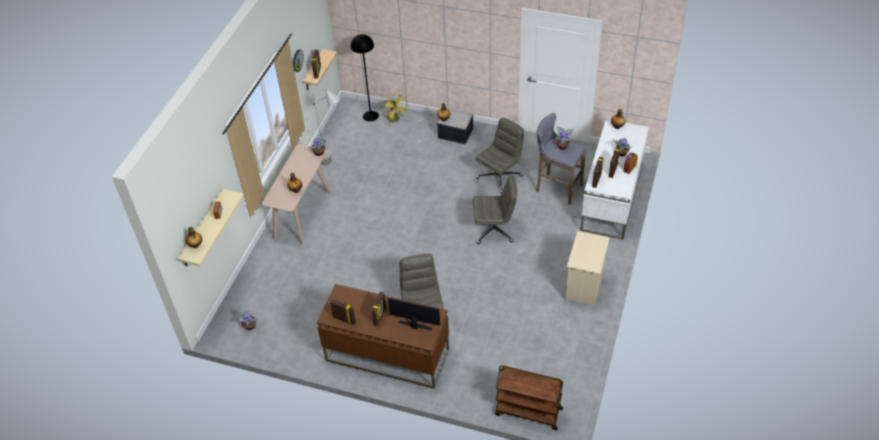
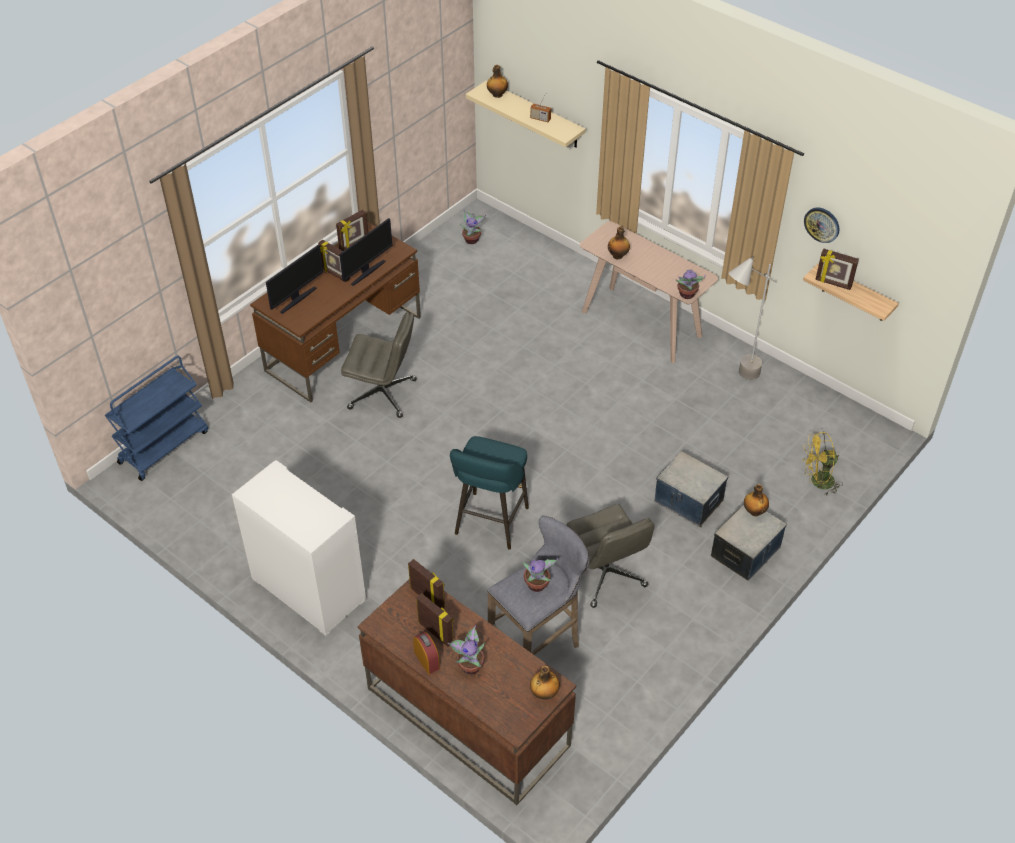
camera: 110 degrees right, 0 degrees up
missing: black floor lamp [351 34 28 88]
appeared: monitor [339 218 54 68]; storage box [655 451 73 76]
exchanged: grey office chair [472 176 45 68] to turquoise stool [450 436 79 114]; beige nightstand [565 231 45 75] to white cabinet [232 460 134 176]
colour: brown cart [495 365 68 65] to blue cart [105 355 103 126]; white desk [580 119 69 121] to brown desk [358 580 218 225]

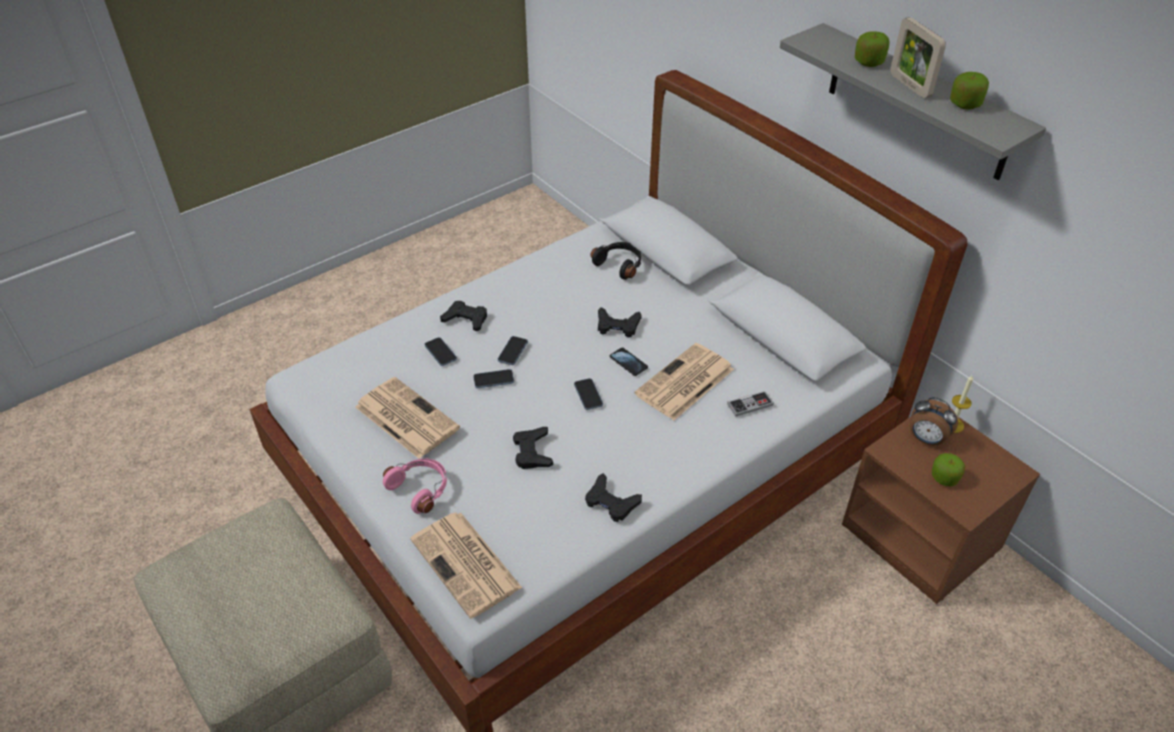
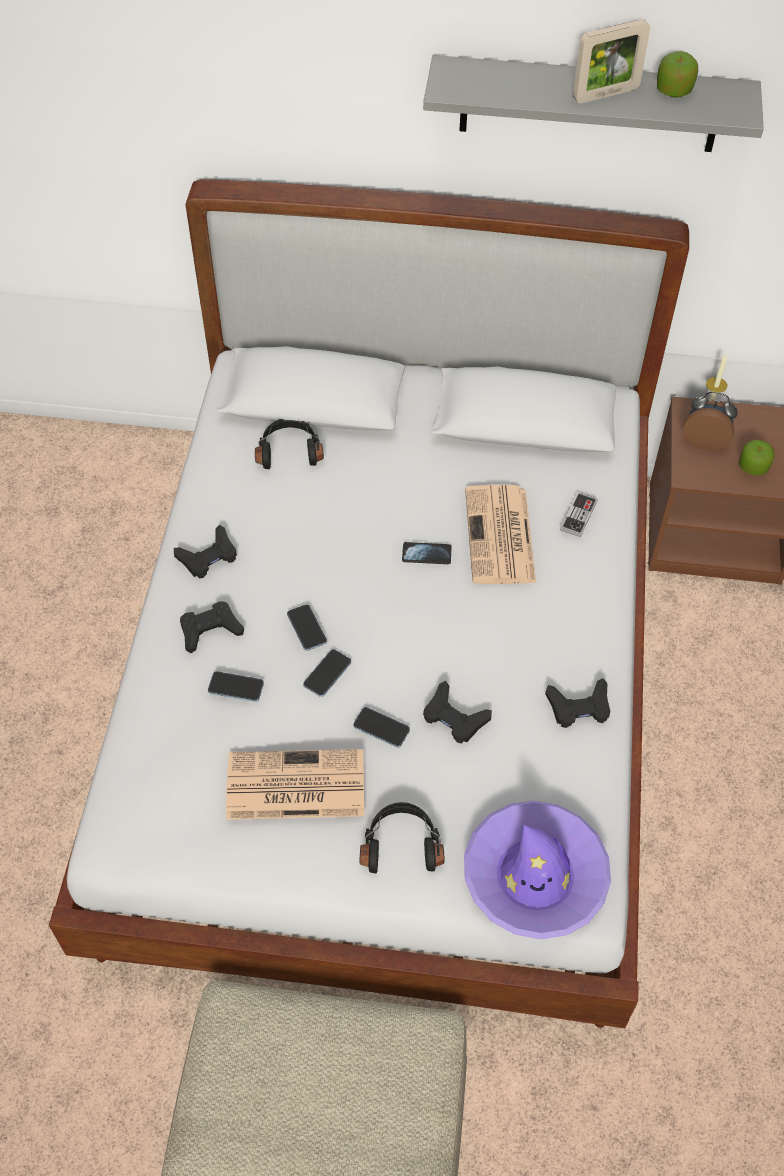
camera: 45 degrees left, 10 degrees up
missing: apple [855 31 34 36]
relocated: phone [574 378 29 32] to [353 707 57 41]; black game controller [598 307 44 31] to [174 525 63 53]
exchanged: newspaper [410 512 112 107] to purple hat [464 801 147 138]
colour: pink headphones [383 459 64 55] to black headphones [360 802 85 72]
spun: picture frame [890 17 56 81] = [573 19 77 84] 45 degrees counterclockwise; alarm clock [910 397 48 49] = [683 392 55 58] 150 degrees counterclockwise

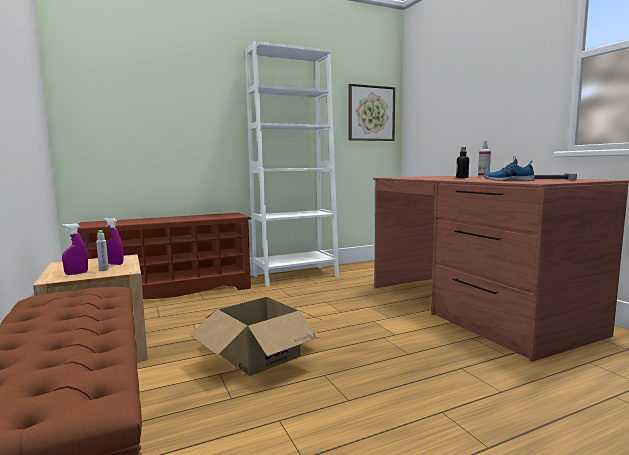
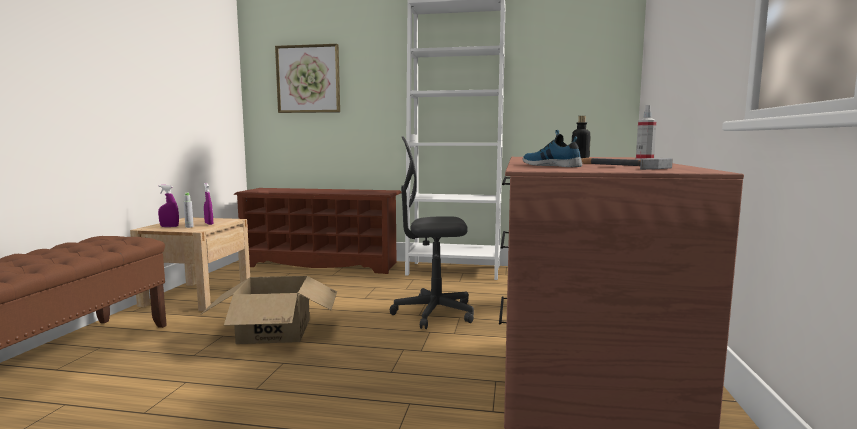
camera: 35 degrees right, 0 degrees up
appeared: grey office chair [390 136 84 193]
relocated: picture [348 84 47 57] to [275 44 65 69]

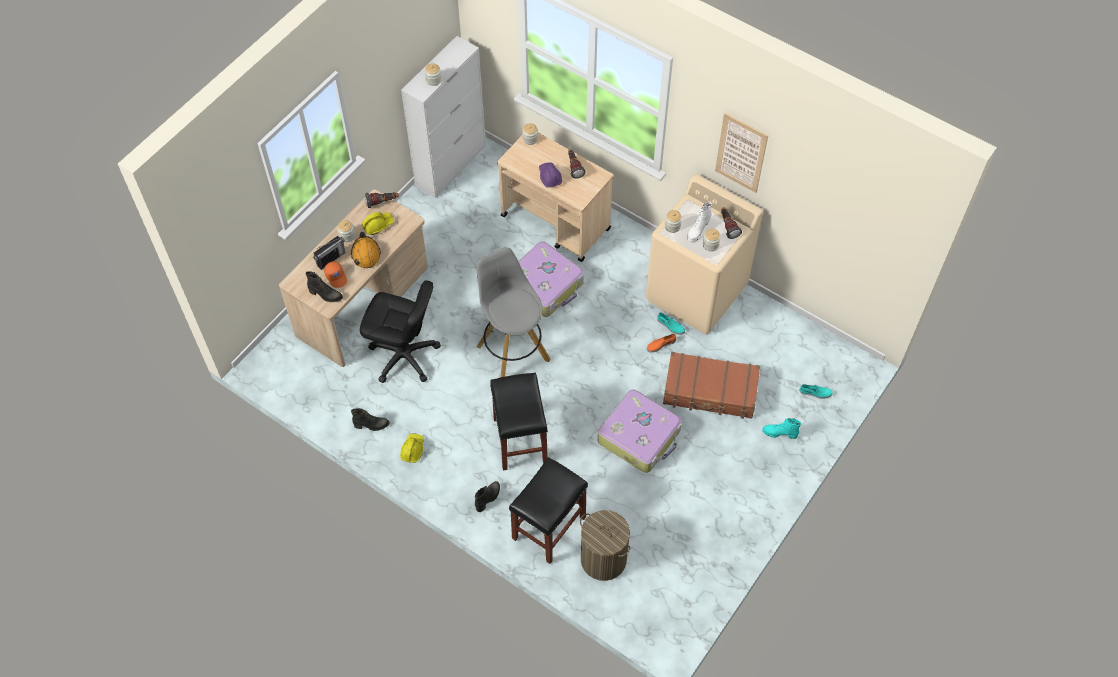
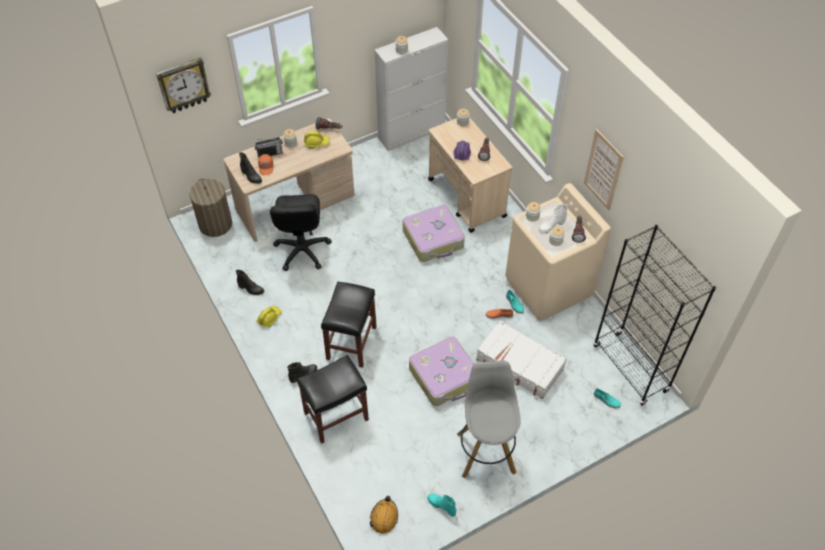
camera: 25 degrees right, 5 degrees down
appeared: wall clock [156 57 55 56]; black bookcase [593 225 123 181]
relocated: orange hard hat [351 232 30 36] to [370 496 28 38]; grey stool [477 247 74 131] to [457 360 64 118]; laundry basket [580 510 50 71] to [189 178 43 59]; turquoise boot [762 418 39 21] to [427 494 30 23]
colour: brown suitcase [663 352 97 67] to white suitcase [476 321 91 78]
spun: black office chair [360 281 81 102] = [270 194 62 77] 45 degrees clockwise

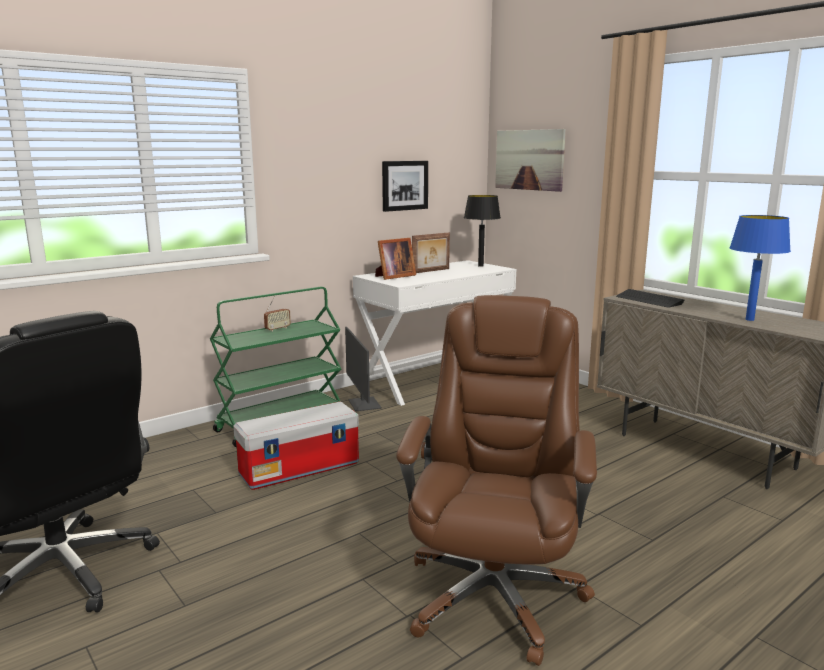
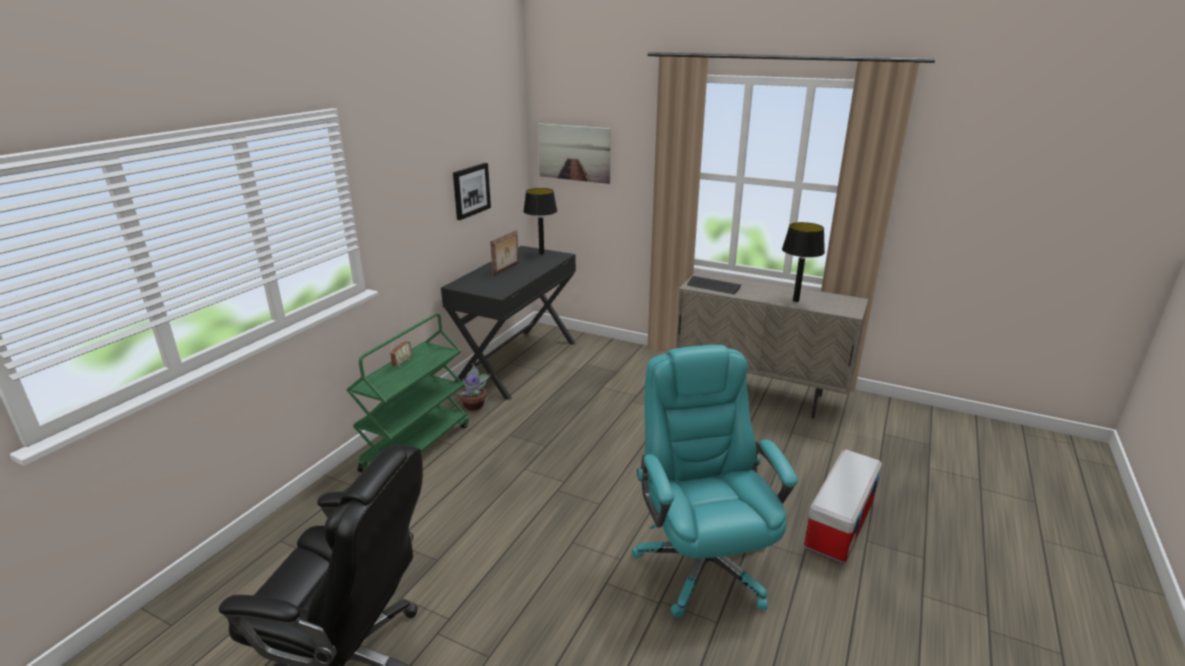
camera: 25 degrees left, 10 degrees up
missing: picture frame [375 238 41 42]
relocated: storage box [233 401 126 89] to [804 449 78 115]
exchanged: monitor [345 327 37 84] to potted plant [457 363 34 48]
colour: white desk [353 260 164 146] to black desk [441 246 135 154]; brown office chair [396 295 201 371] to turquoise office chair [632 345 166 273]; blue table lamp [730 215 61 106] to black table lamp [782 222 43 80]

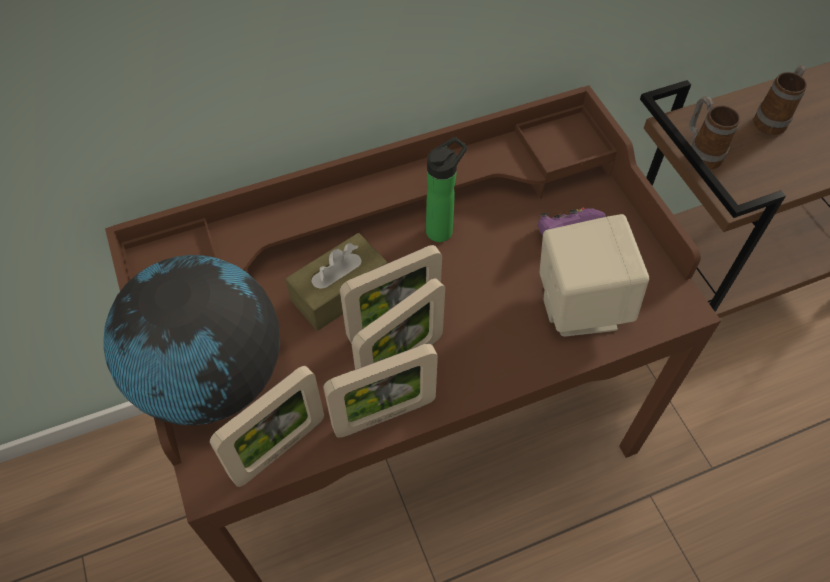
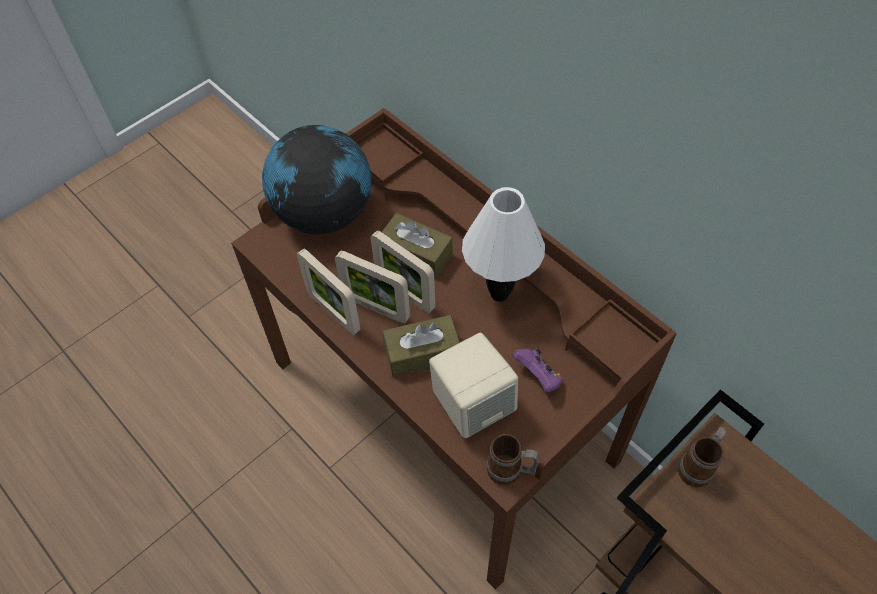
camera: 70 degrees right, 0 degrees up
missing: picture frame [210 366 114 121]
appeared: brown tissue box [382 315 78 62]
relocated: mug [754 65 53 70] to [487 434 53 51]
exchanged: bottle [426 137 41 105] to white table lamp [462 187 83 115]

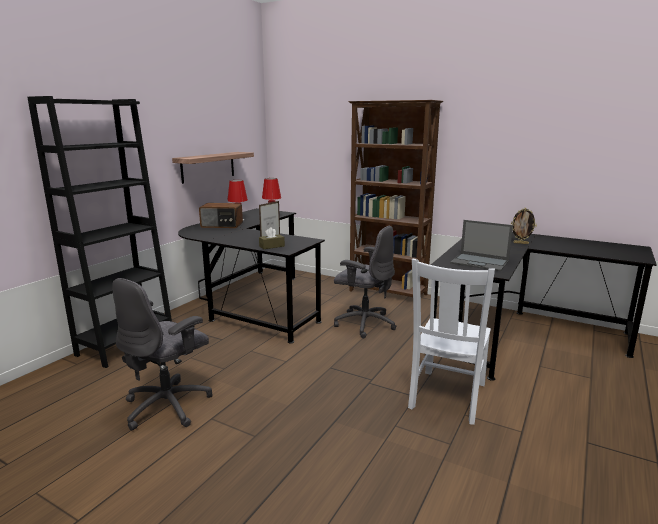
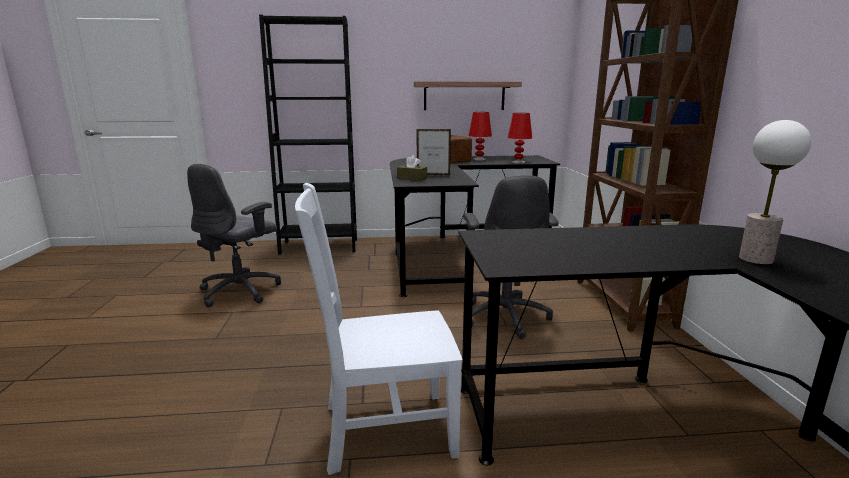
camera: 55 degrees right, 0 degrees up
missing: laptop [450 220 63 51]
exchanged: picture frame [511 208 26 36] to table lamp [739 120 72 145]
spun: grey office chair [112 278 101 153] = [187 164 94 143] 60 degrees counterclockwise

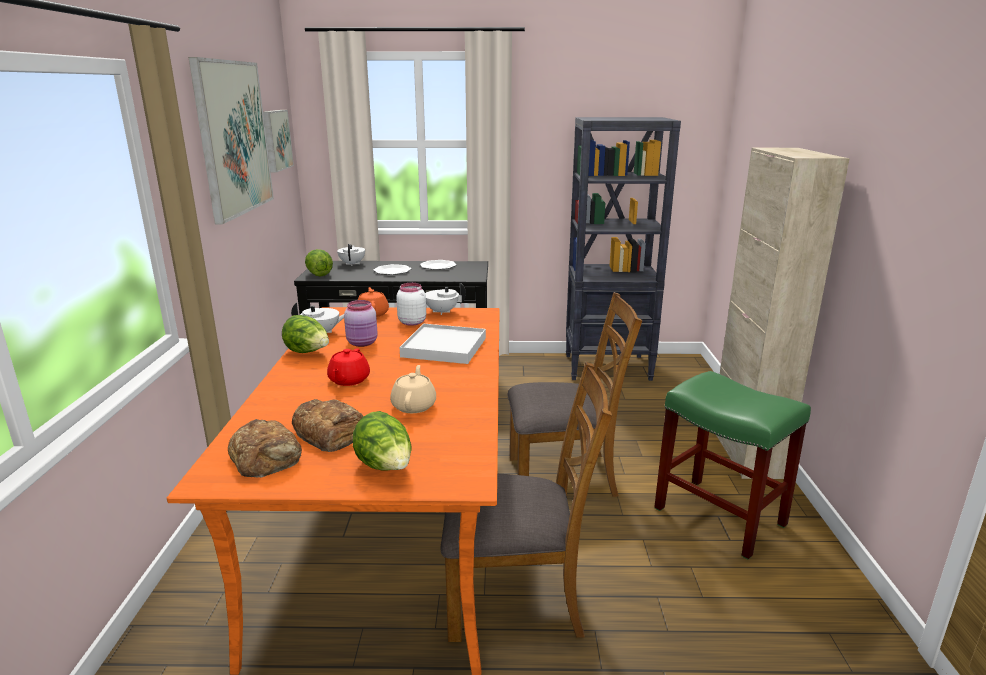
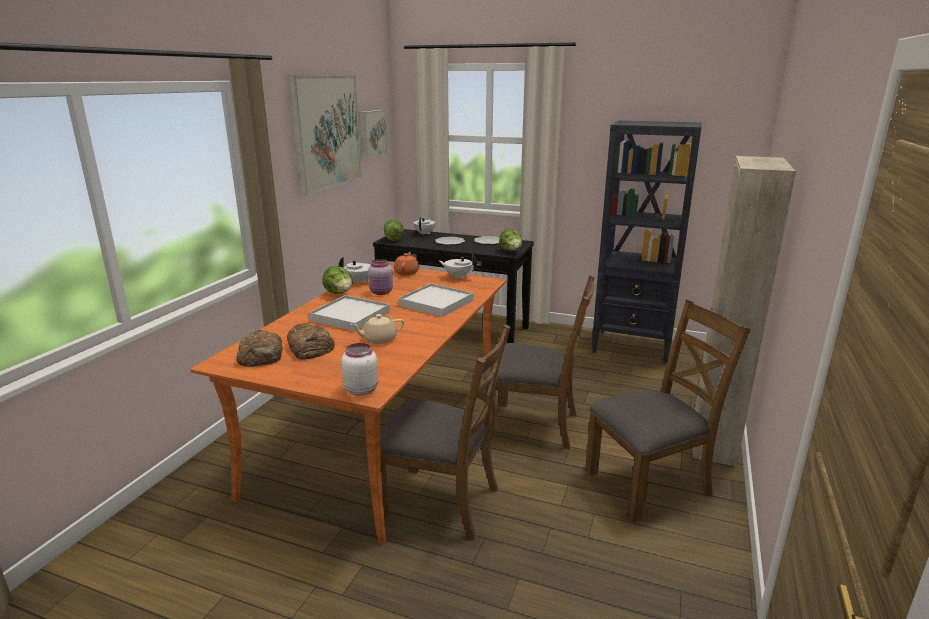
camera: 20 degrees right, 0 degrees up
relocated: lettuce [353 411 59 60] to [499 229 23 22]; white jar [396 283 30 43] to [341 343 37 52]
exchanged: red teapot [327 348 43 38] to white tray [309 295 81 37]; green stool [654 371 157 189] to brown chair [585 299 166 223]
spun: beige teapot [390 365 46 48] = [350 314 54 30] 135 degrees counterclockwise

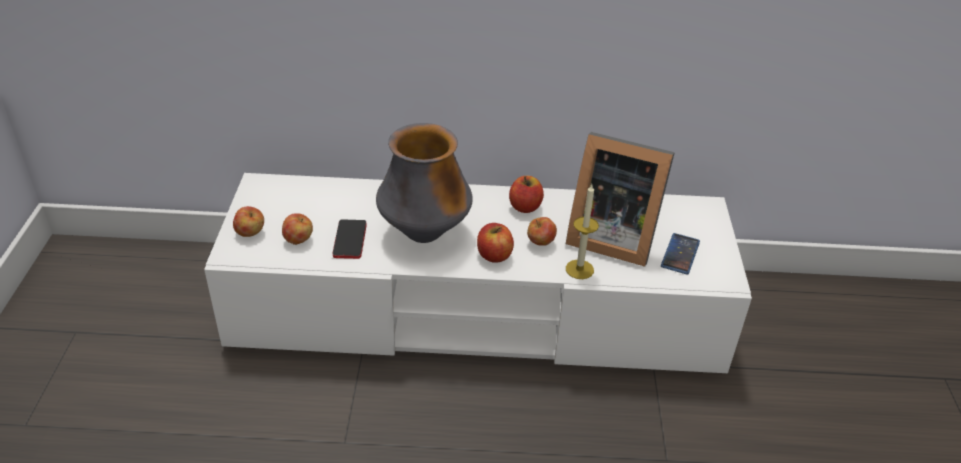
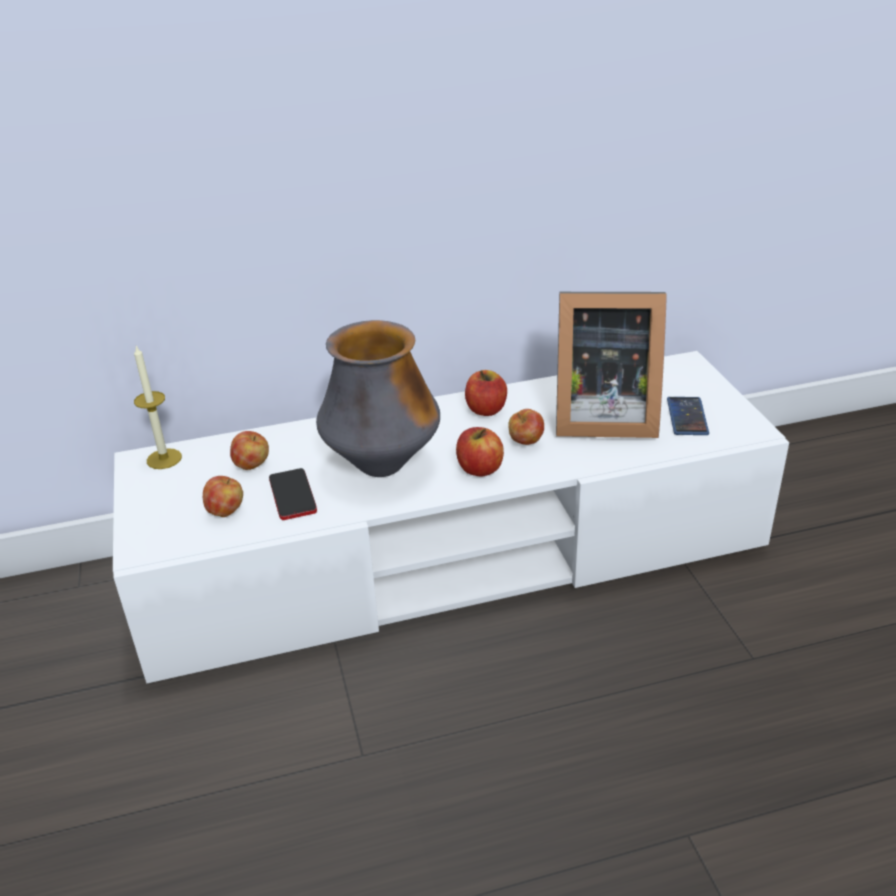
camera: 15 degrees left, 5 degrees down
relocated: apple [233 206 31 31] to [230 431 39 39]; candle [566 184 33 95] to [134 346 48 123]

